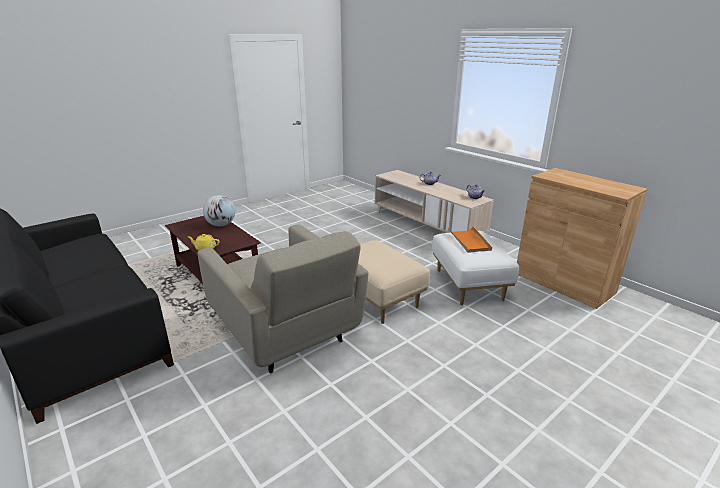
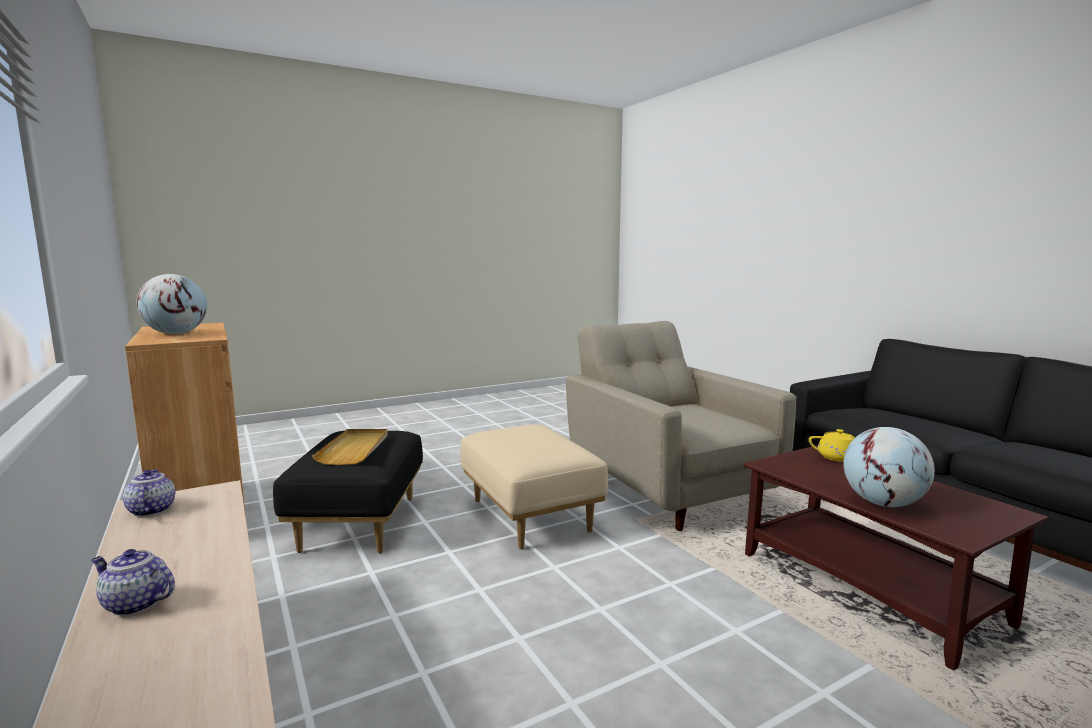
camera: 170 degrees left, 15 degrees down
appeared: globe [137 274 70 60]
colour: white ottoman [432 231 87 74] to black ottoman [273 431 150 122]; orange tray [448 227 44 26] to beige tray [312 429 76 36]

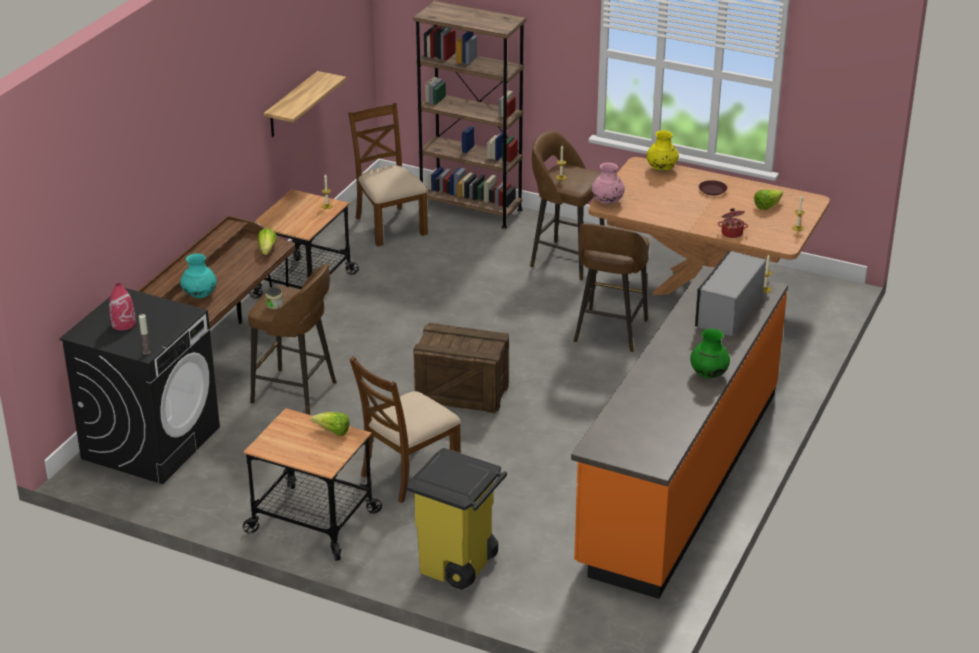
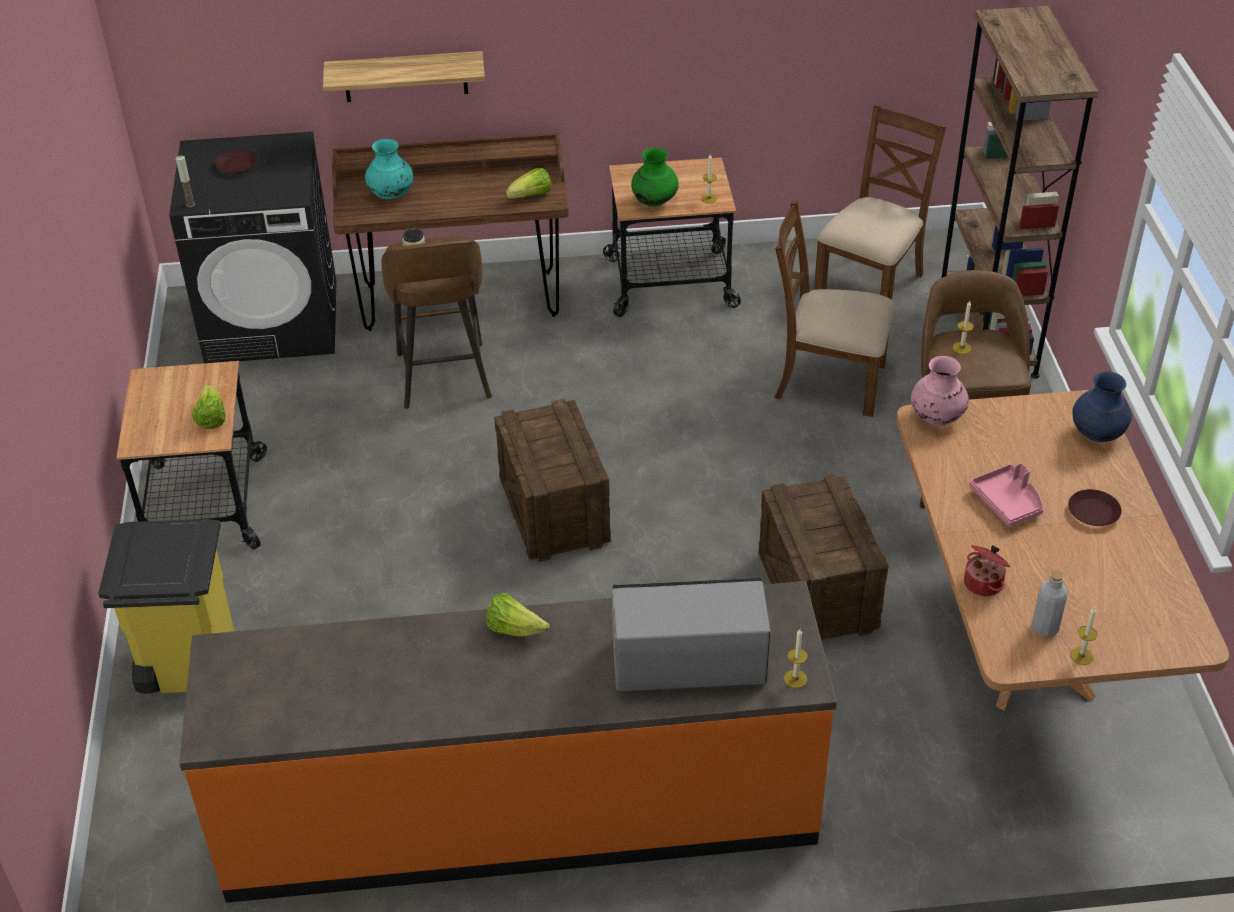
camera: 60 degrees right, 10 degrees up
appeared: pink tray [970 463 74 64]; grey bottle [1031 571 37 66]
relocated: shelf [264 71 82 66] to [323 51 162 51]; brown chair [350 357 111 146] to [774 201 121 216]; green vase [690 328 40 50] to [631 147 48 60]; lettuce [754 190 29 20] to [486 593 64 44]
exchanged: red vase [109 283 27 47] to brown plate [215 149 43 25]; brown stool [574 224 75 128] to crate [758 474 131 166]
colour: yellow vase [647 130 32 41] to blue vase [1072 371 60 71]

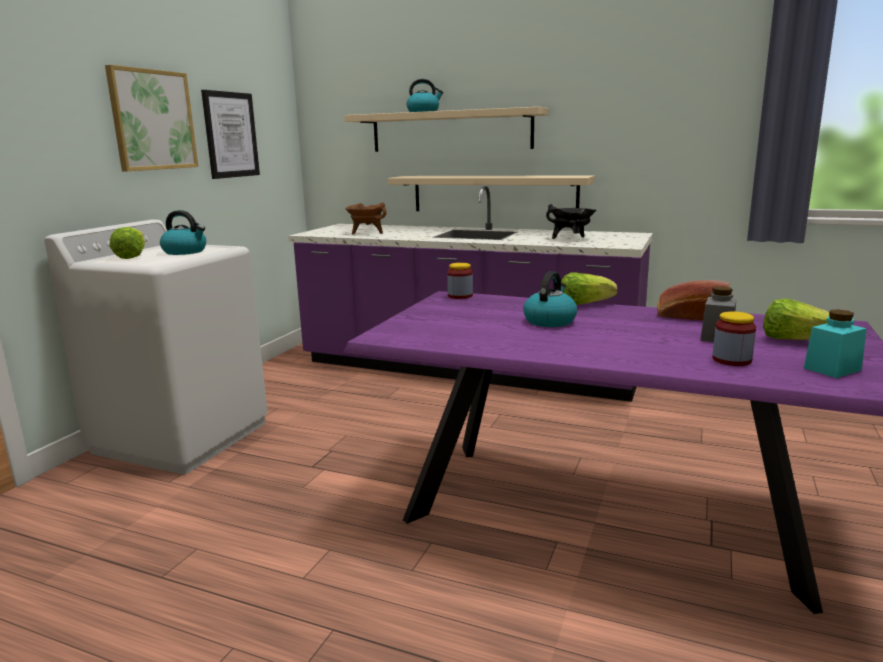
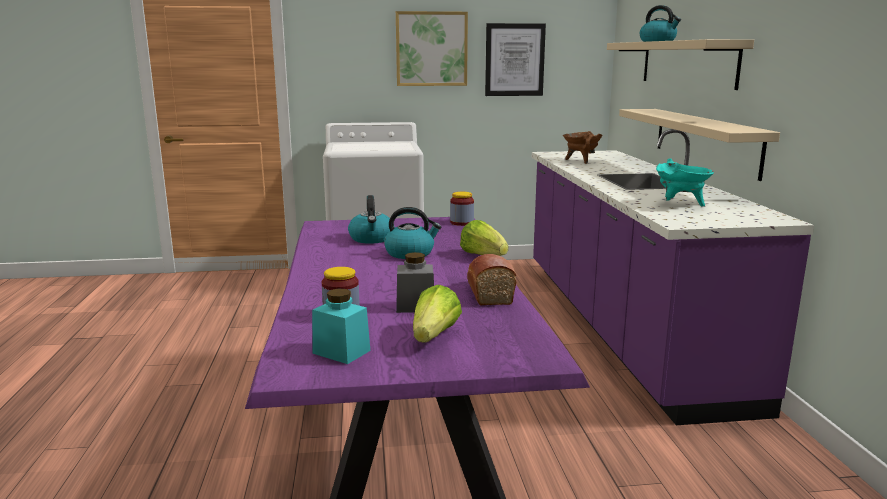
camera: 60 degrees right, 0 degrees up
missing: lettuce [110 227 35 32]
relocated: kettle [160 210 46 45] to [348 195 47 49]
colour: black cooking pot [546 204 50 35] to turquoise cooking pot [656 158 58 49]

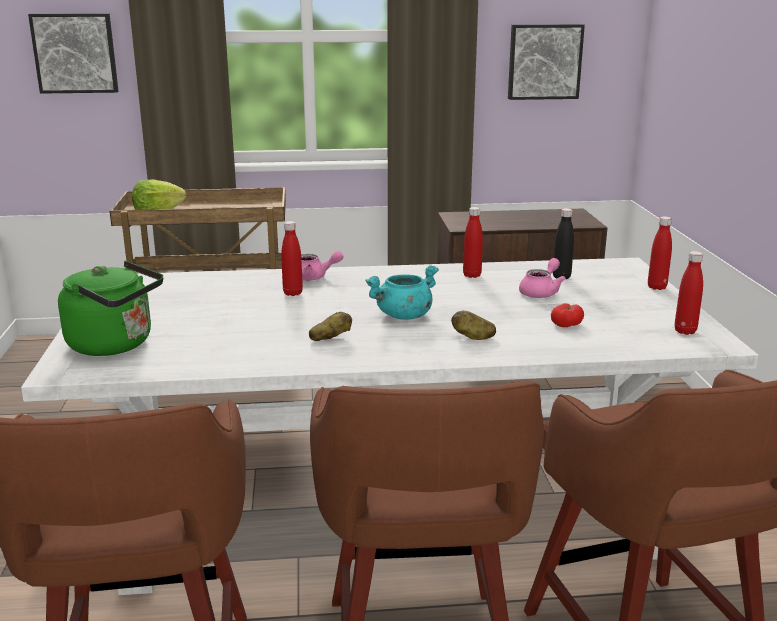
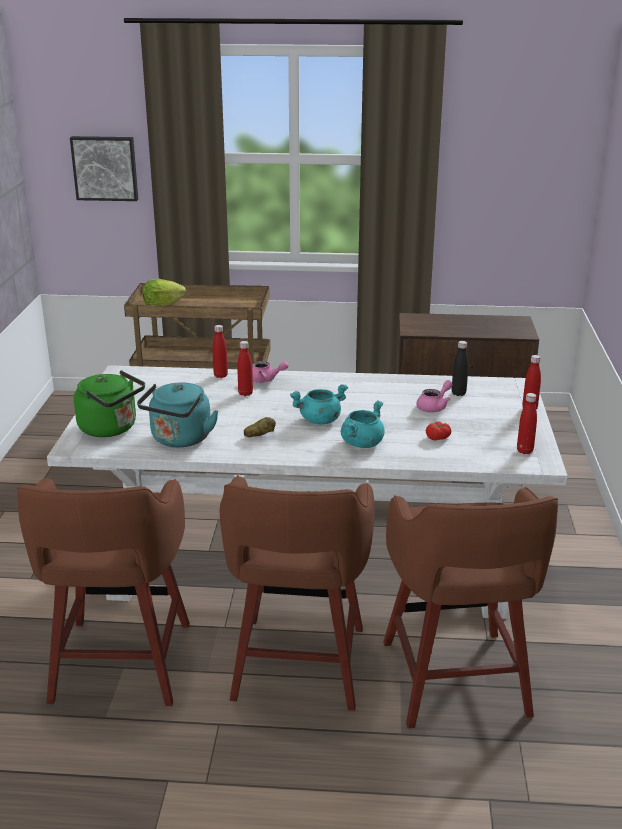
camera: 10 degrees right, 5 degrees up
missing: picture [508 24 77 76]
appeared: turquoise kettle [137 382 82 65]
relocated: red bottle [463 207 20 71] to [213 325 15 53]
exchanged: potato [451 311 45 29] to turquoise cooking pot [341 400 44 48]

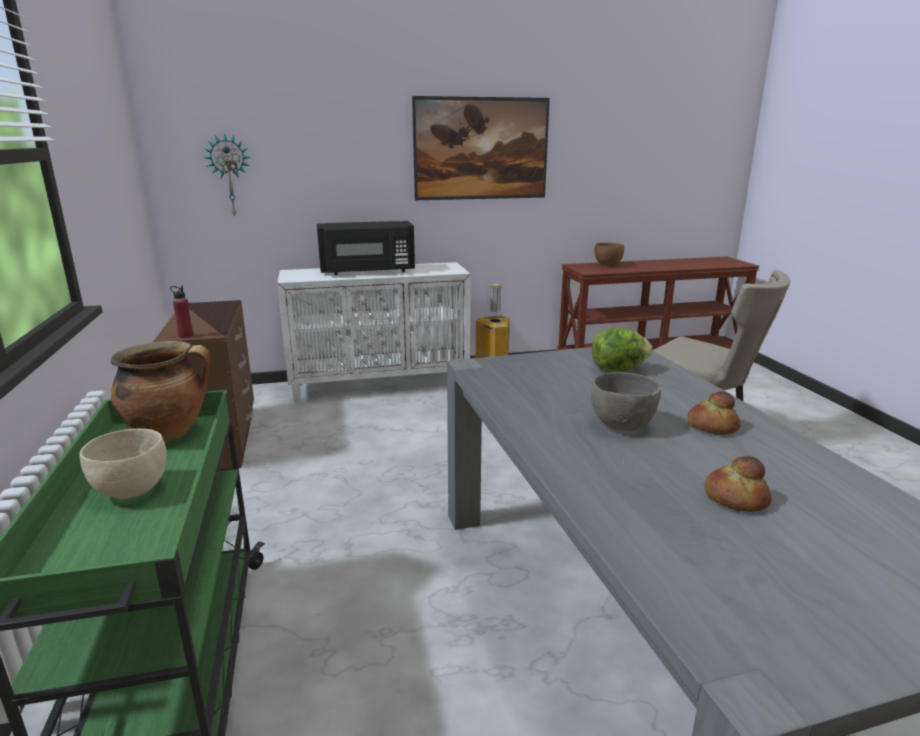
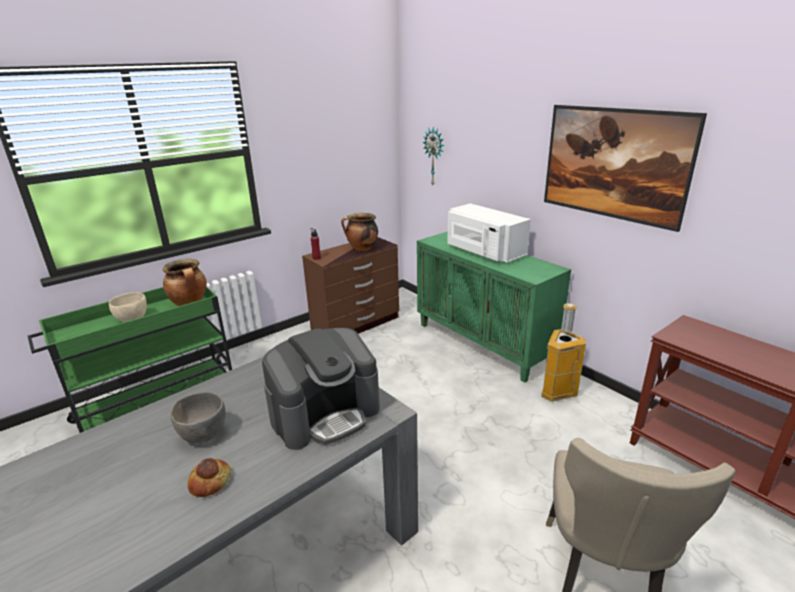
camera: 65 degrees right, 5 degrees up
missing: brown bowl [594 243 30 22]; bread [705 456 66 56]
appeared: cooking pot [341 213 37 38]
exchanged: lettuce [592 328 60 44] to coffee machine [262 328 118 122]
colour: white cabinet [277 262 193 141] to green cabinet [417 232 154 151]; black microwave [317 221 98 54] to white microwave [447 203 84 59]

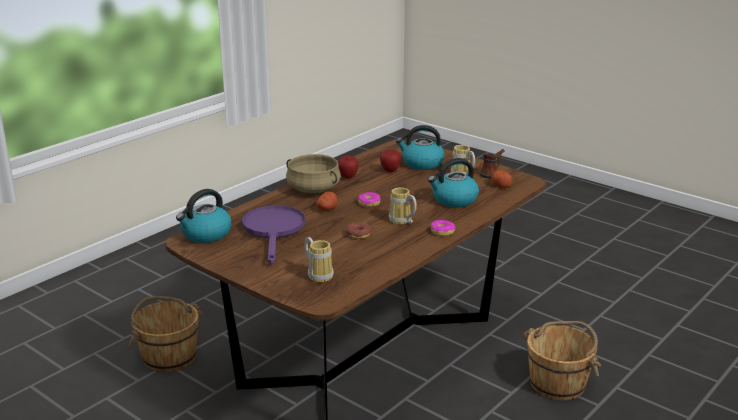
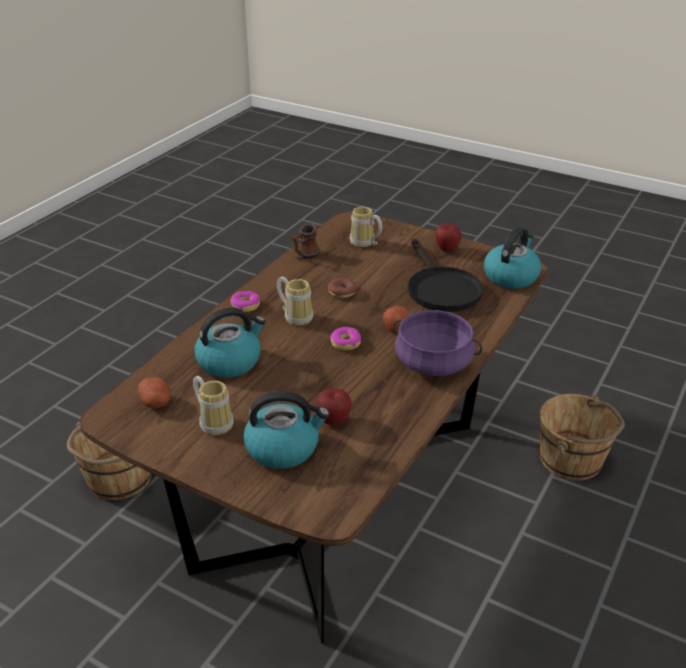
camera: 170 degrees right, 10 degrees up
relocated: apple [338 155 21 23] to [435 223 27 29]; mug [480 149 25 29] to [290 224 30 36]
colour: purple frying pan [242 205 63 59] to black frying pan [408 238 75 74]; beige cooking pot [286 154 55 39] to purple cooking pot [393 310 90 66]

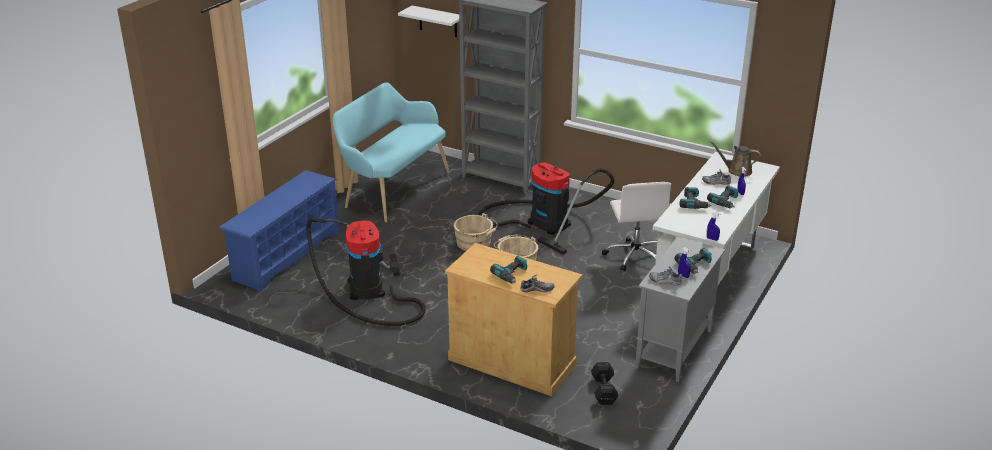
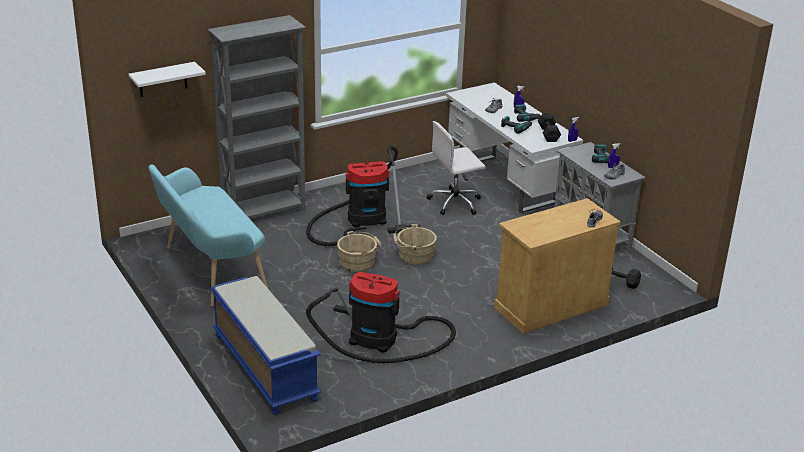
camera: 60 degrees left, 0 degrees up
missing: power drill [490 256 37 27]; brown watering can [710 141 51 36]
appeared: black dumbbell [538 113 23 29]
exchanged: blue shoe rack [219 170 120 122] to blue bench [210 276 111 139]
spun: white office chair [602 182 69 89] = [427 121 58 94] 135 degrees clockwise

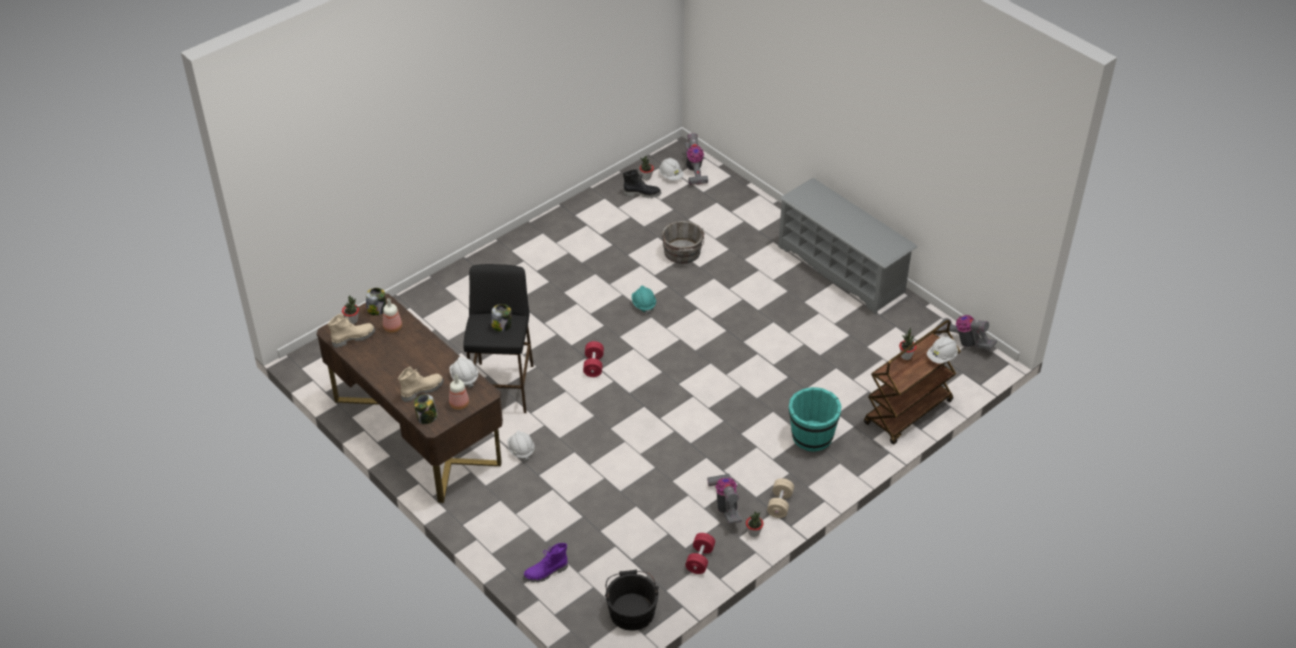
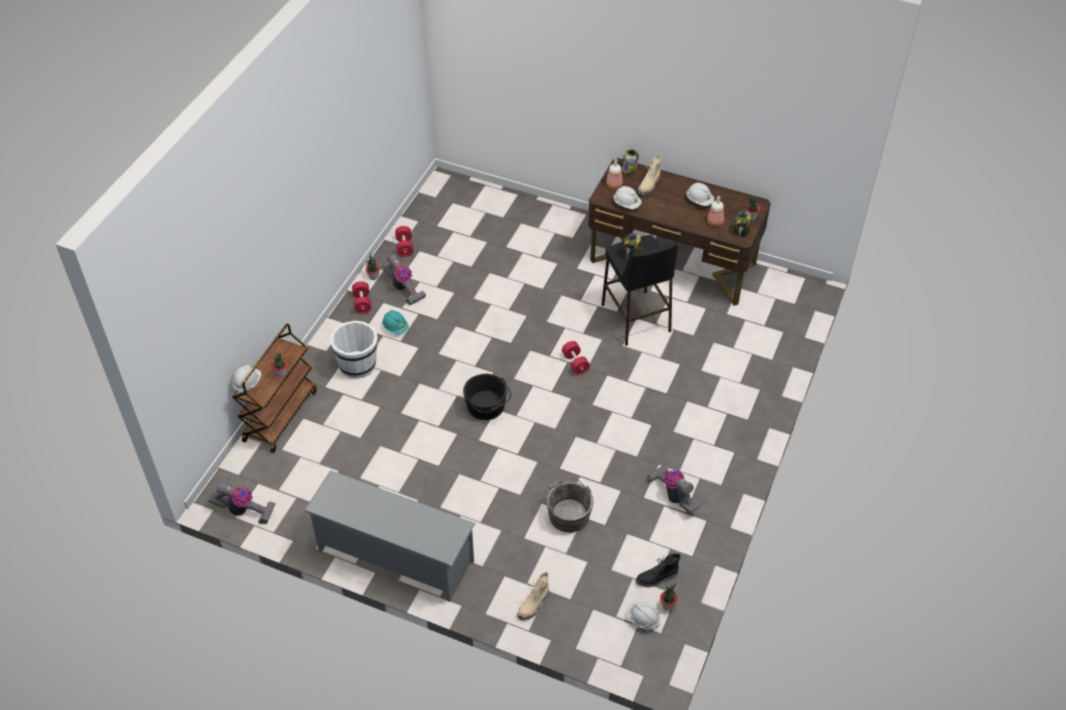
camera: 155 degrees right, 5 degrees up
missing: purple boot [523 543 45 40]
relocated: beige boot [328 313 47 35] to [517 572 32 49]; white hard hat [508 430 27 31] to [686 182 28 24]; black bucket [605 570 54 61] to [463 374 48 46]; turquoise hard hat [632 286 24 28] to [382 310 27 25]; vacuum cleaner [685 133 23 52] to [647 465 53 48]
colour: beige dumbbell [767 478 27 40] to red dumbbell [352 281 19 33]; turquoise bucket [789 387 52 65] to white bucket [330 321 48 58]

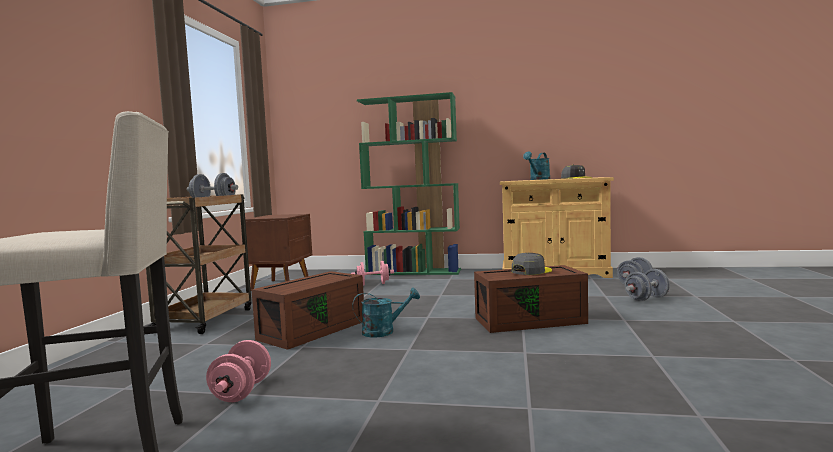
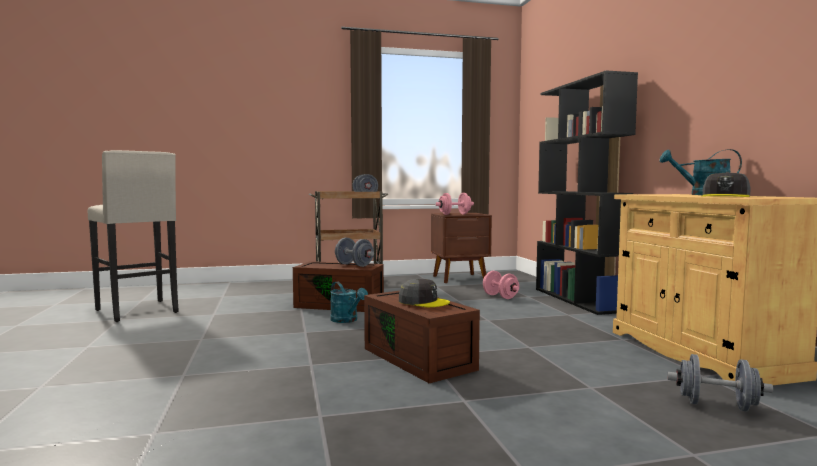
camera: 65 degrees right, 0 degrees up
relocated: pink dumbbell [206 340 65 62] to [436 193 38 22]; grey dumbbell [625 269 45 32] to [335 238 39 29]
colour: green bookcase [357 92 104 183] to black bookcase [536 70 102 245]

